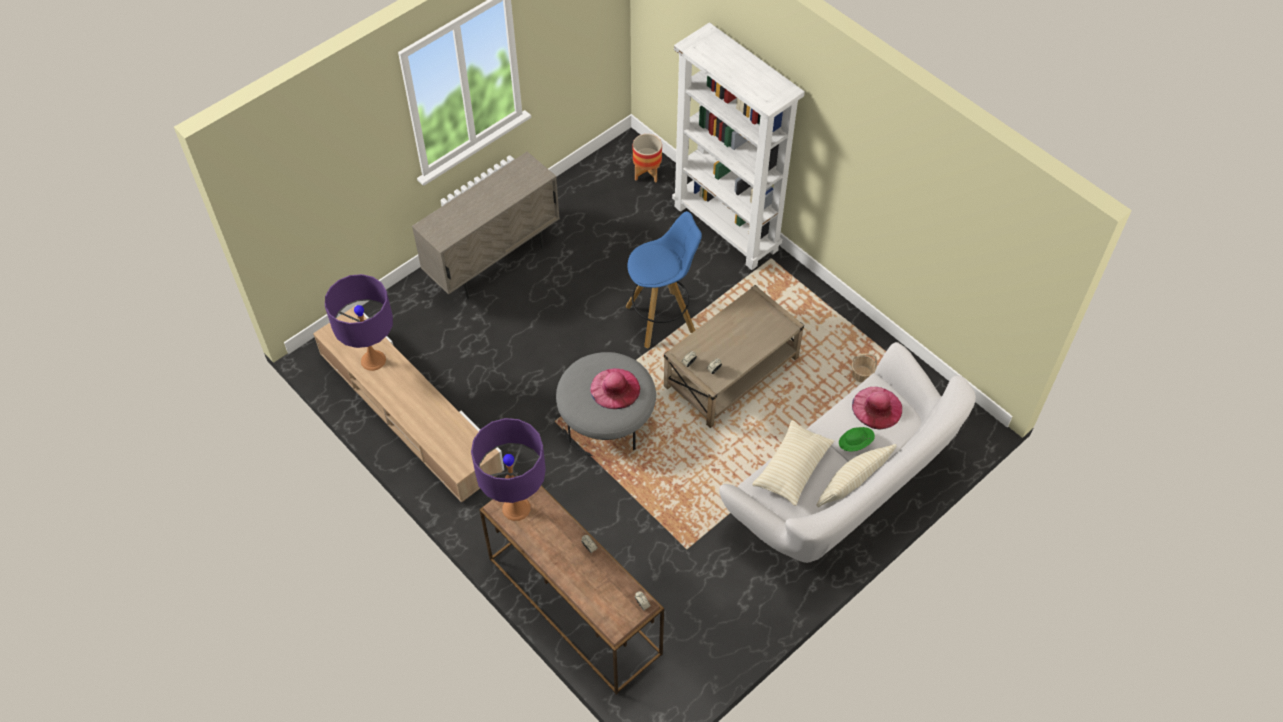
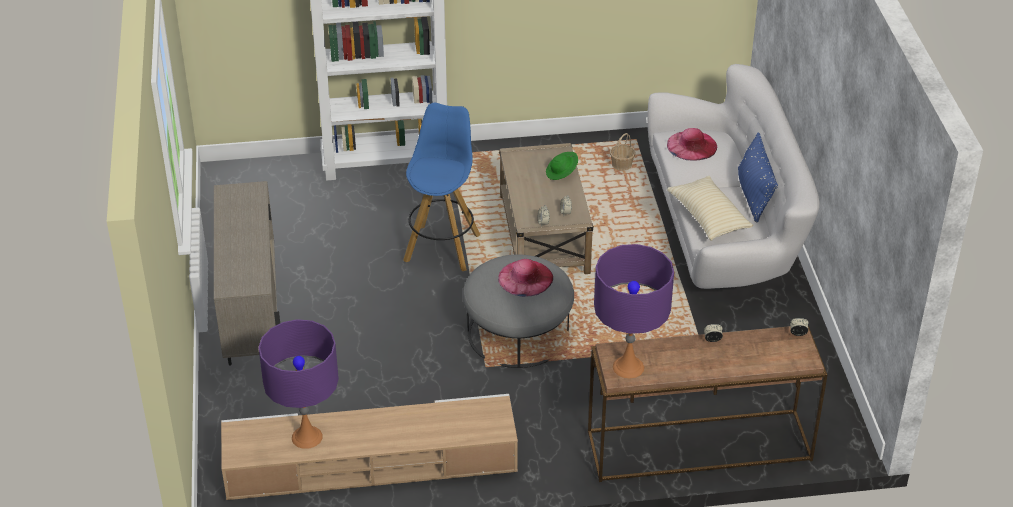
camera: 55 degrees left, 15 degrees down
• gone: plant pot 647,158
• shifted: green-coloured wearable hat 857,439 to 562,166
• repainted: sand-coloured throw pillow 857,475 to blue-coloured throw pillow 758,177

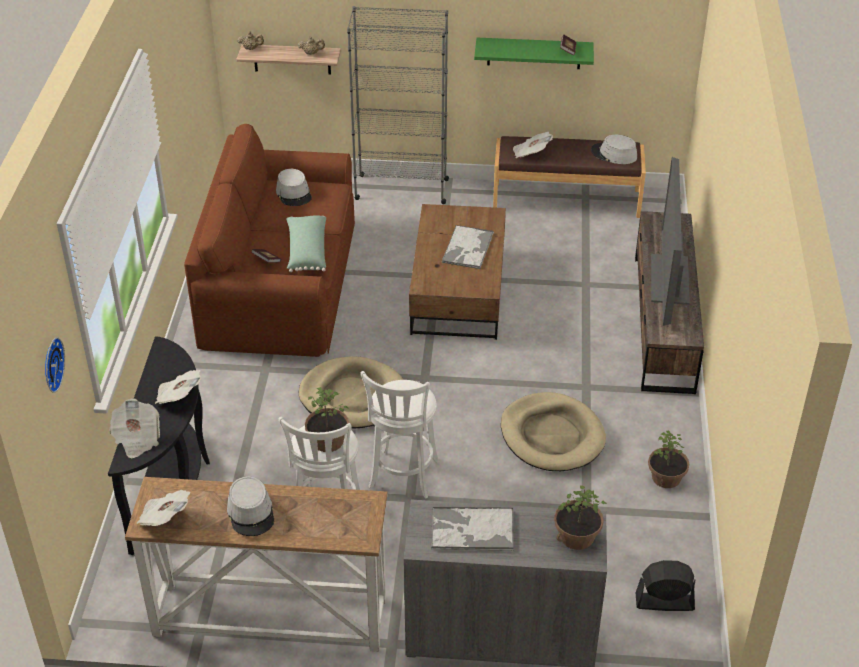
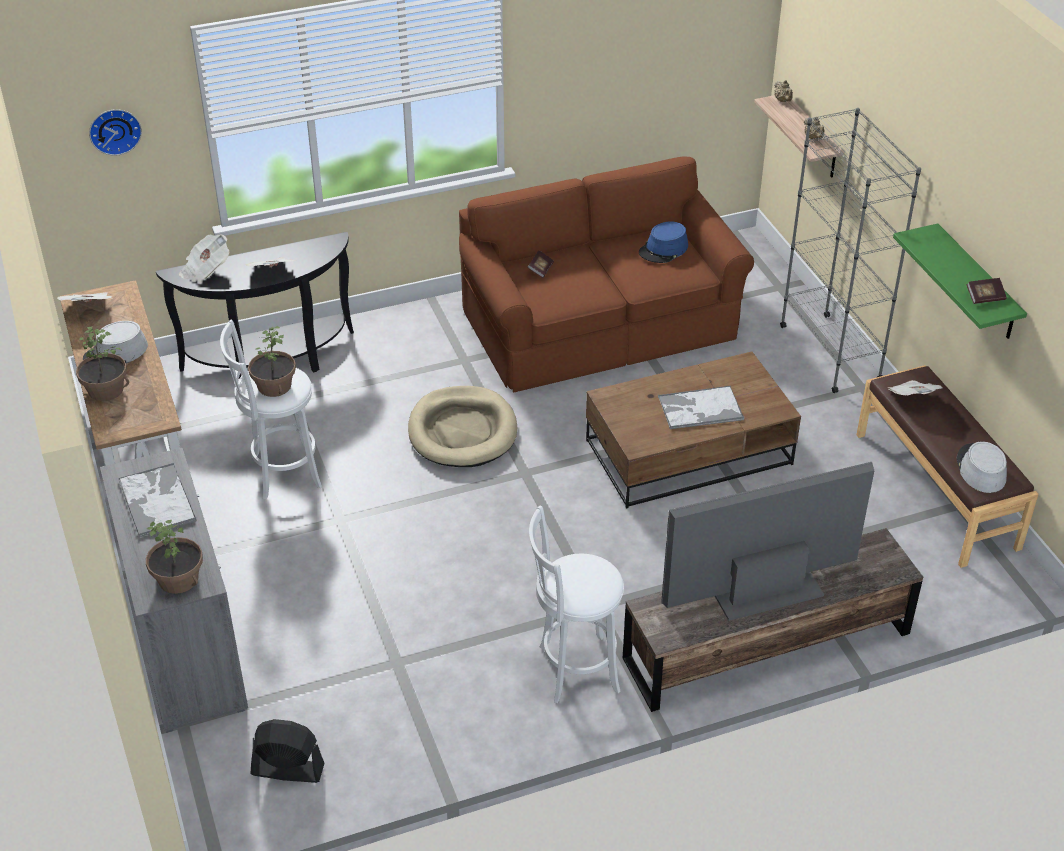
camera: 65 degrees right, 0 degrees up
• repainted: greyish wearable hat 294,187 to blue-coloured wearable hat 663,242
• gone: green-coloured throw pillow 306,243
• shifted: white sitting stool 400,435 to 576,604
• gone: sand-coloured pet bed 553,431
• shifted: houseplant 668,459 to 102,364
• rotated: black electric fan 666,585 = 287,751 60 degrees counterclockwise

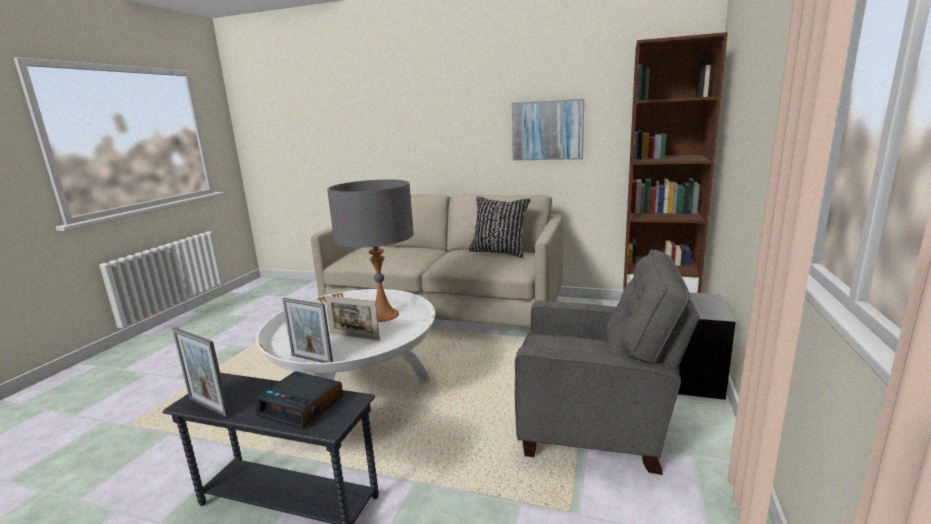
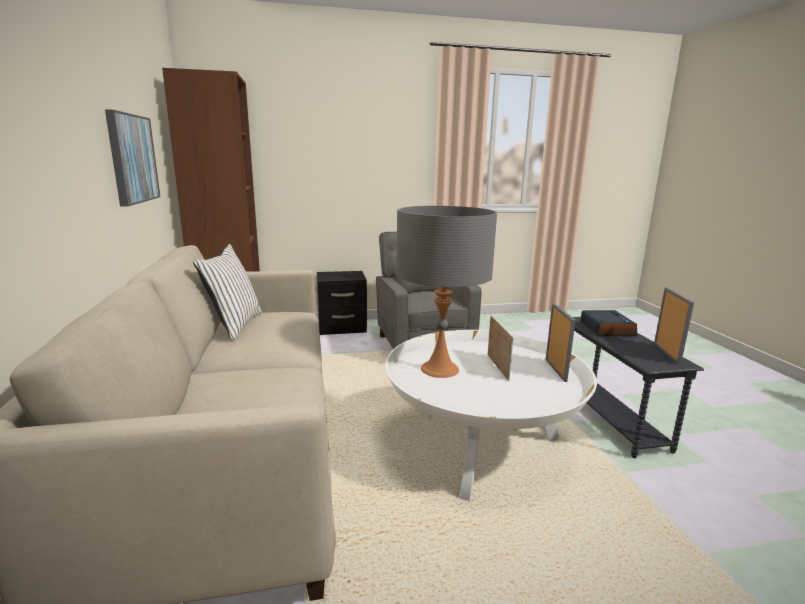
camera: 120 degrees left, 0 degrees up
• repainted: black throw pillow 500,227 to white throw pillow 227,292

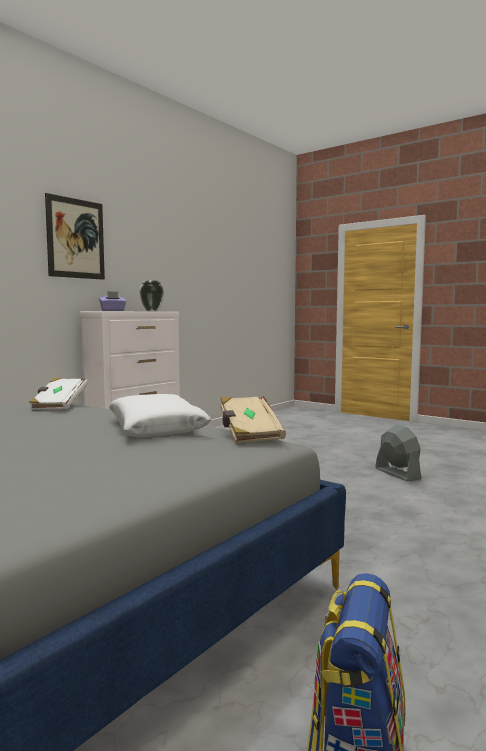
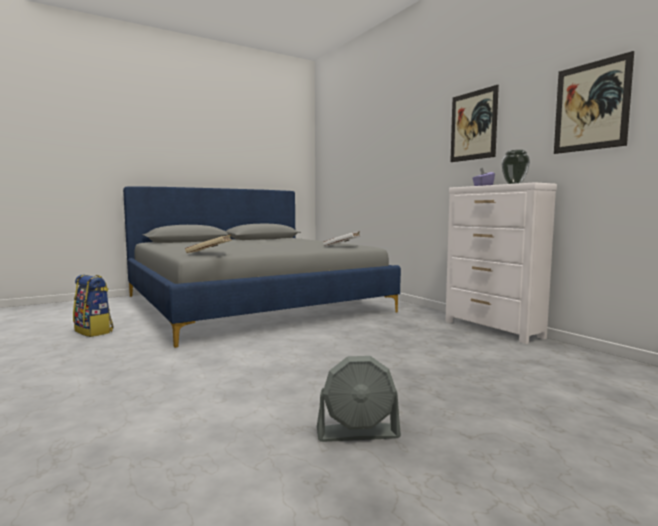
camera: 110 degrees right, 0 degrees up
• gone: white throw pillow 160,415
• new: wall art 594,102

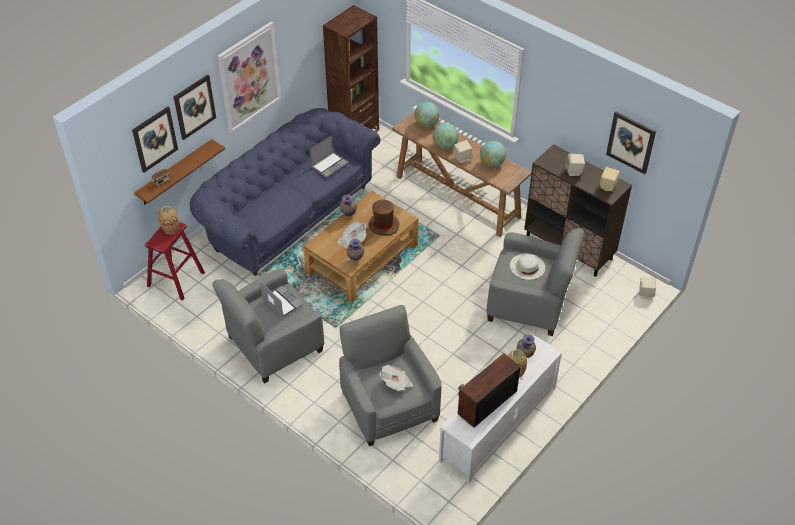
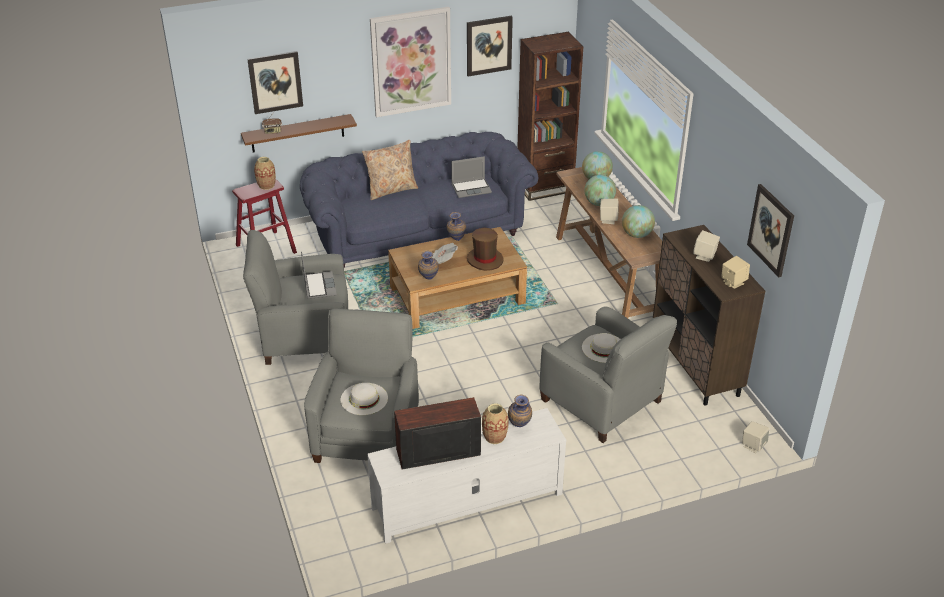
camera: 30 degrees right, 10 degrees down
• shifted: wall art 195,107 to 490,46
• swapped: newspaper 396,378 to white wearable hat 364,399
• new: sand-coloured throw pillow 390,170

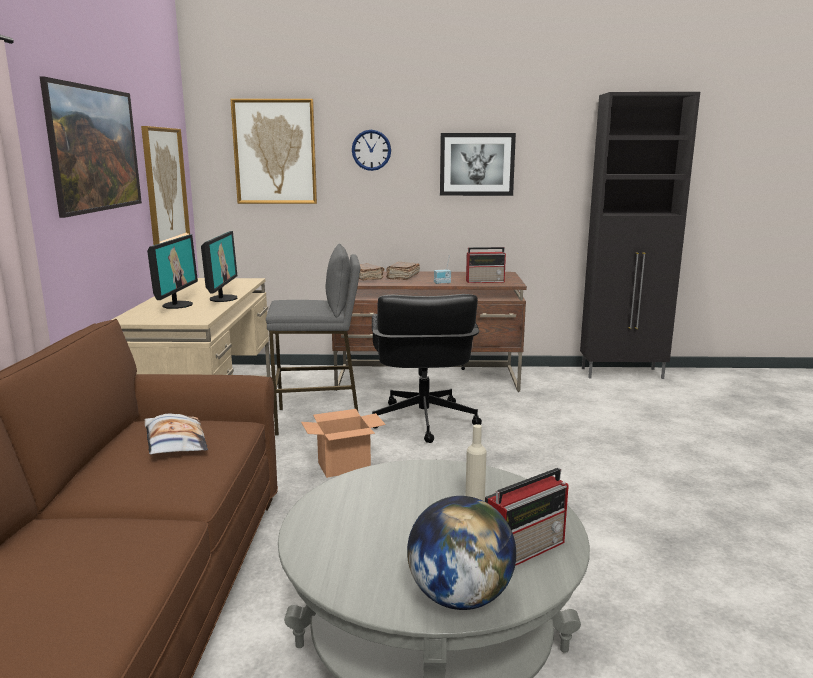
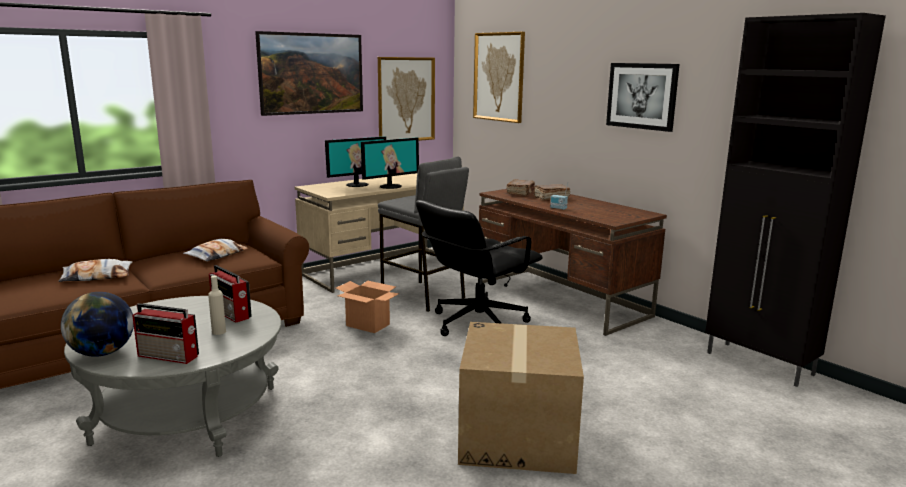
camera: 50 degrees right, 0 degrees up
• gone: hanging clock 371,150
• shifted: radio set 486,265 to 230,294
• new: throw pillow 95,270
• new: cardboard box 521,398

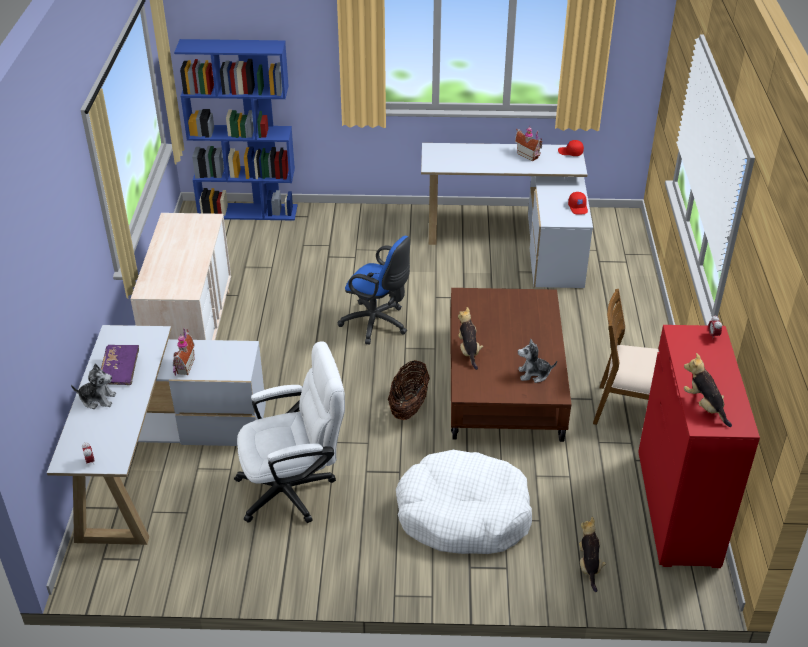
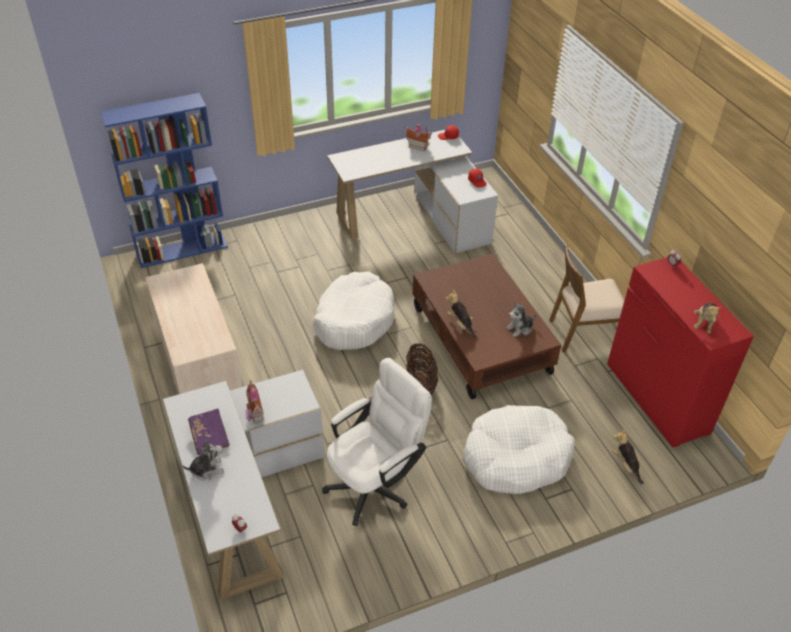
camera: 25 degrees left, 5 degrees up
• swapped: blue-coloured computer chair 374,290 to white pet bed 354,310
• rotated: plush toy 708,390 = 707,317 105 degrees counterclockwise

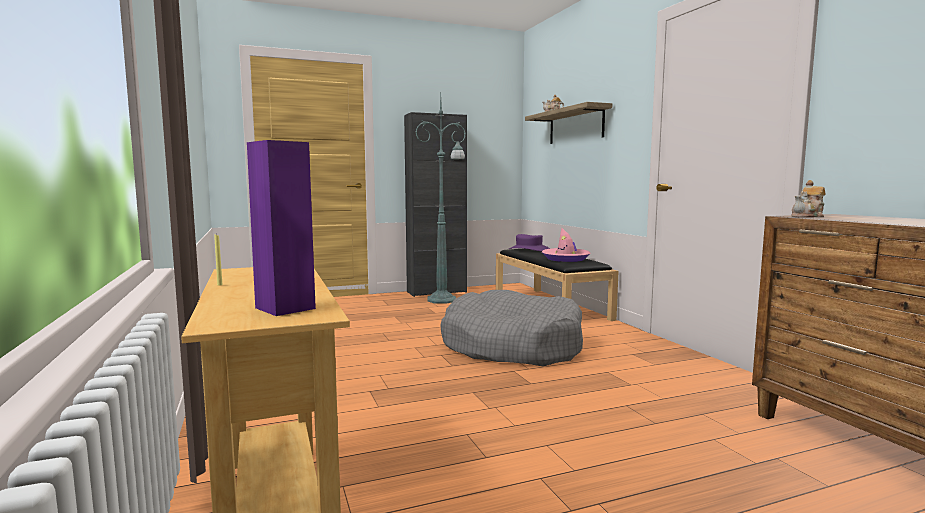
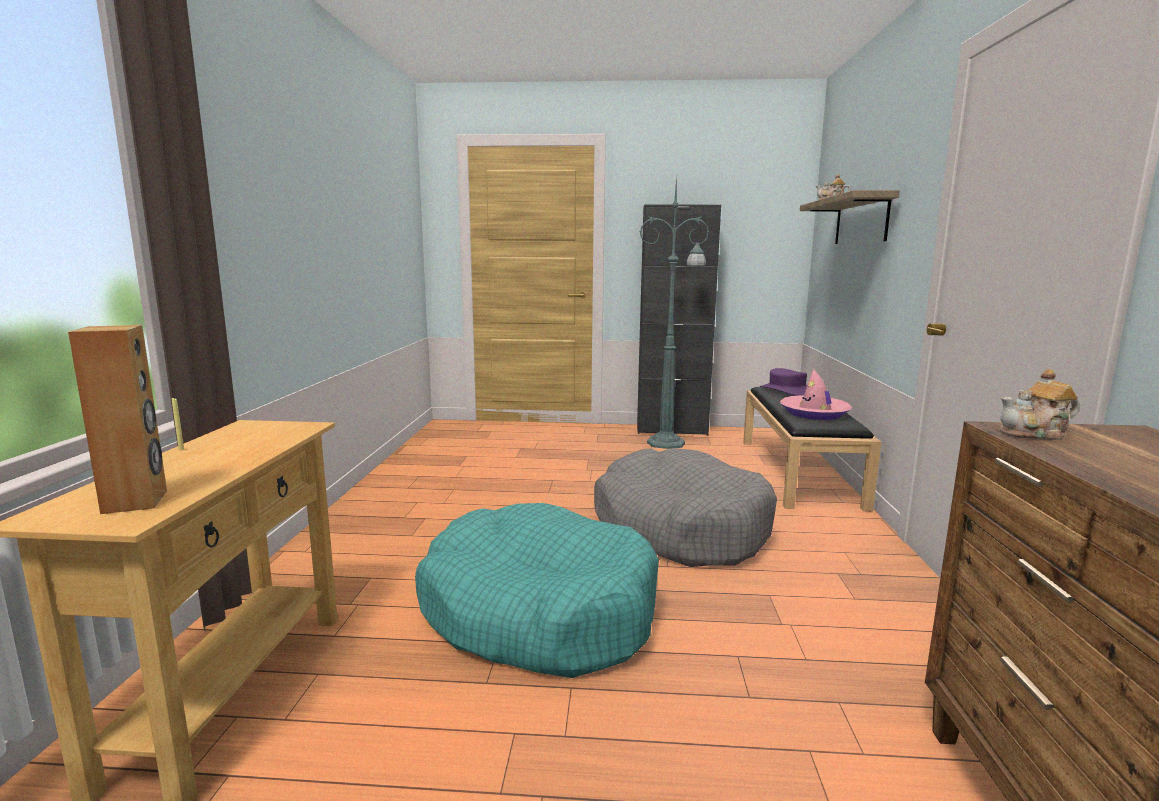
camera: 25 degrees right, 5 degrees up
• repainted: purplish speaker 281,228 to brownish speaker 117,419
• new: turquoise-coloured pet bed 537,590

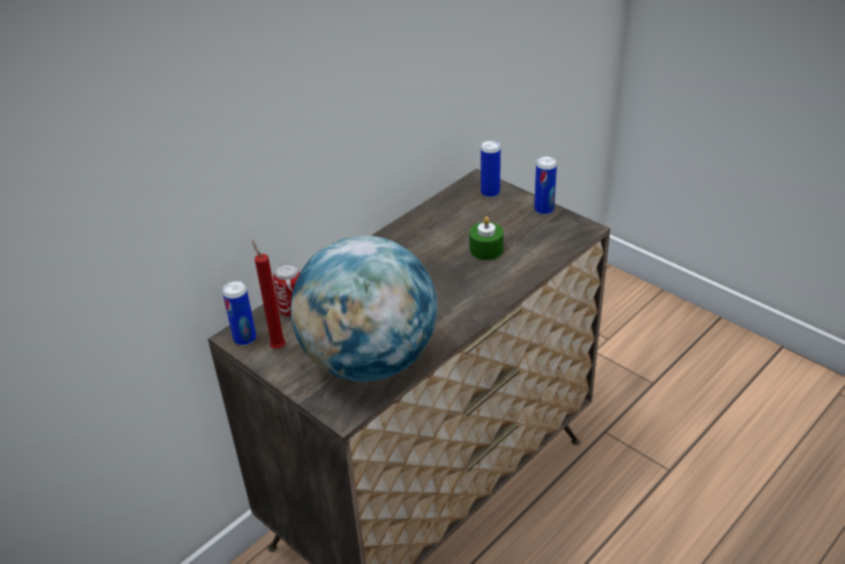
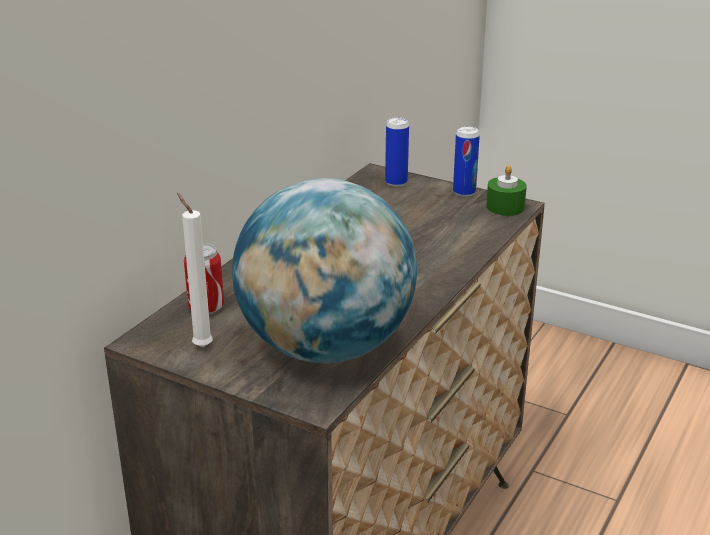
camera: 15 degrees left, 10 degrees down
• shifted: green-coloured wax candle 486,238 to 506,190
• repainted: reddish wax candle 269,294 to white wax candle 195,270
• gone: sealed can 239,313

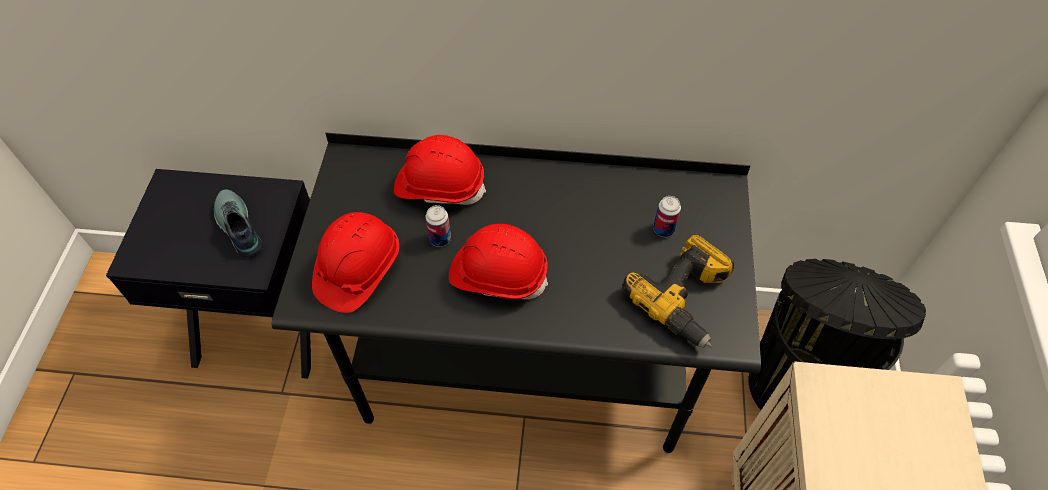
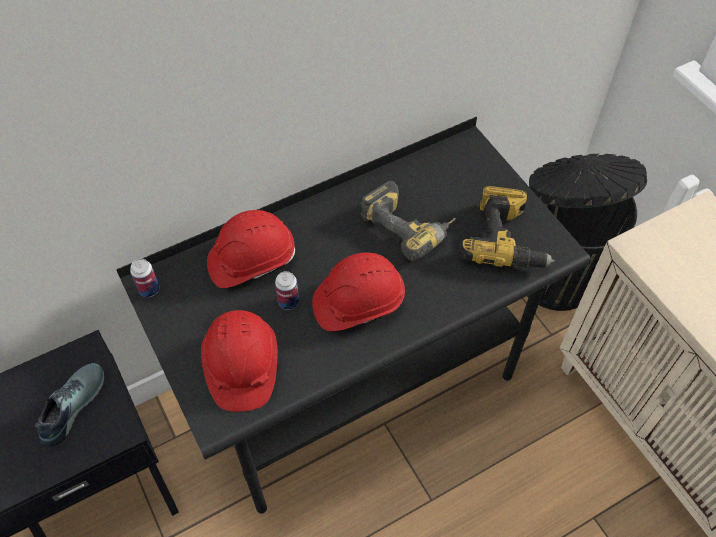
camera: 35 degrees left, 0 degrees up
• rotated: low shoe 238,223 = 69,404 90 degrees clockwise
• shifted: sealed can 667,216 to 144,278
• new: electric drill 408,221

